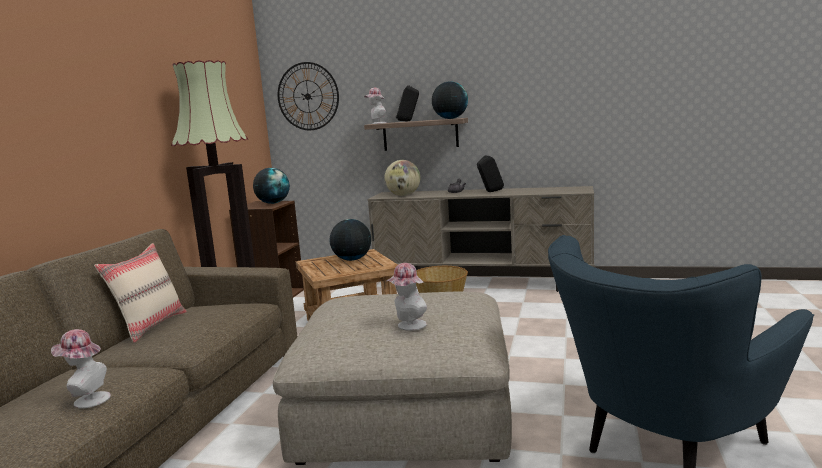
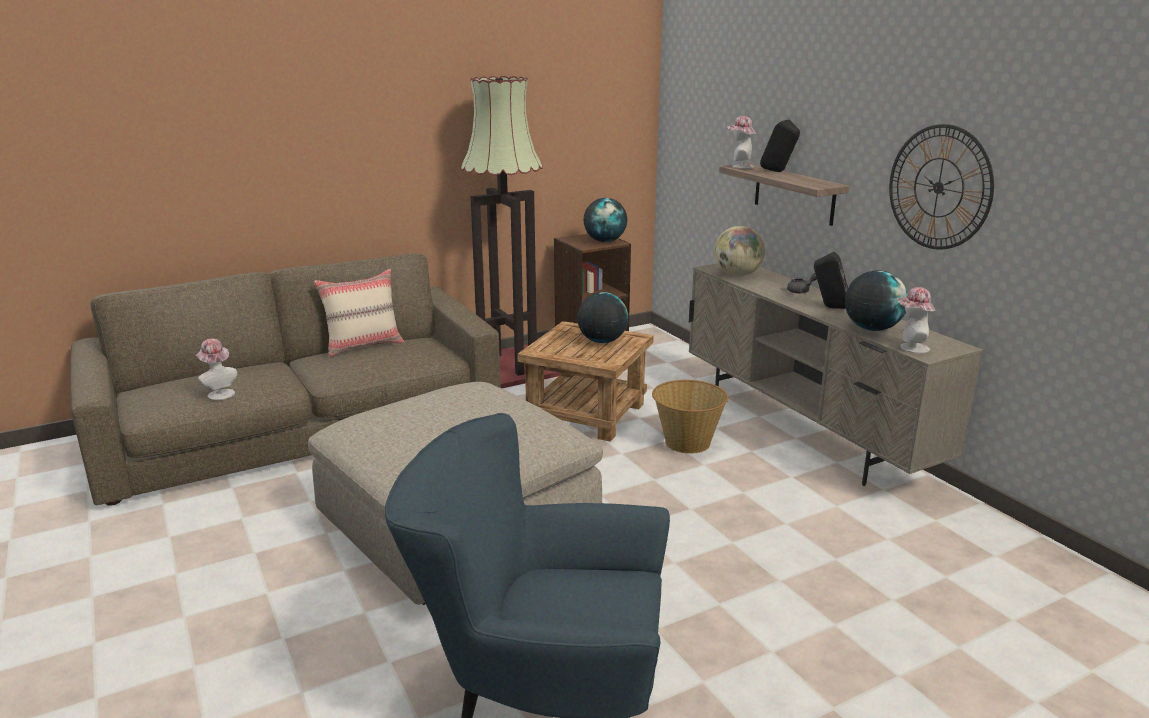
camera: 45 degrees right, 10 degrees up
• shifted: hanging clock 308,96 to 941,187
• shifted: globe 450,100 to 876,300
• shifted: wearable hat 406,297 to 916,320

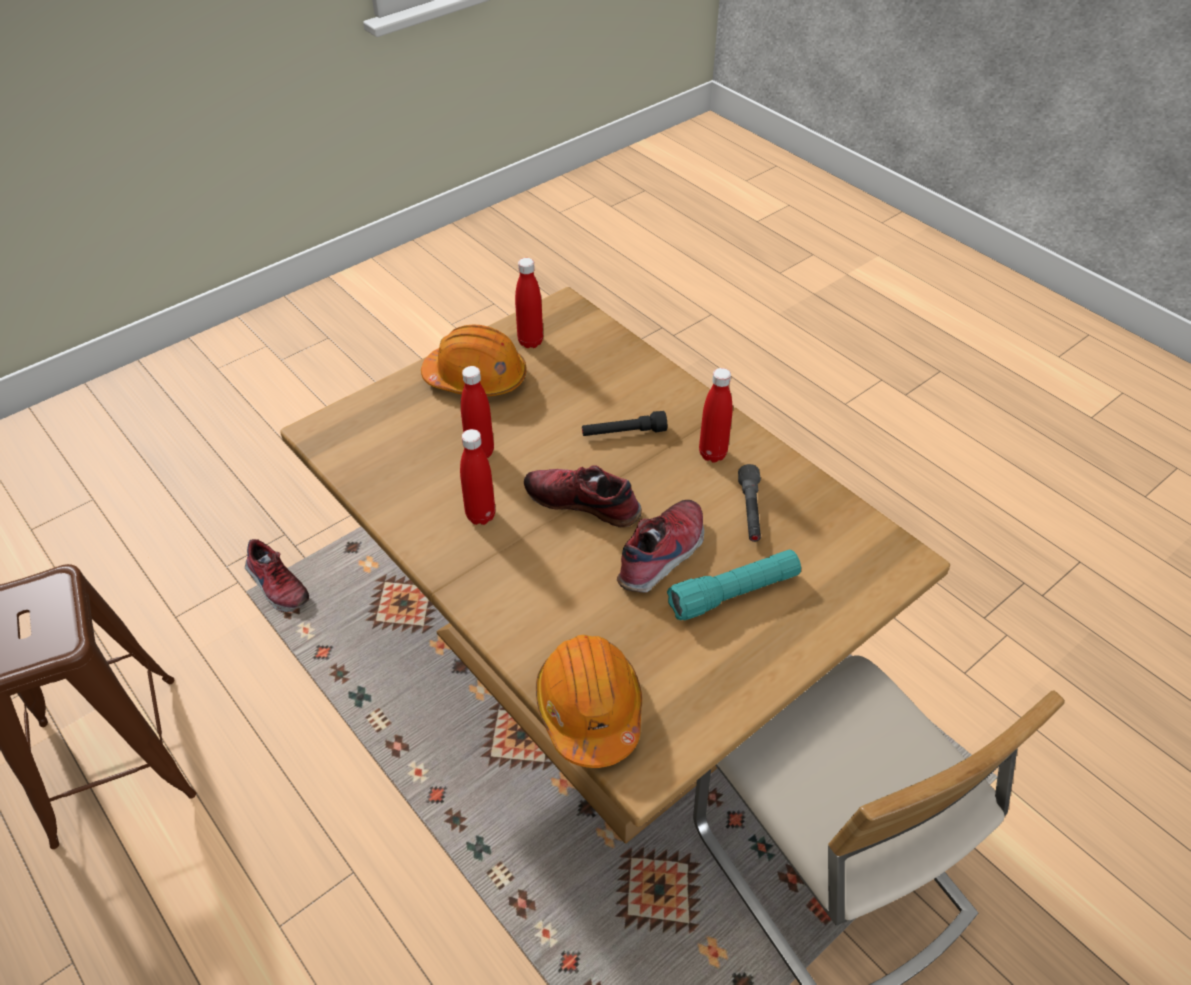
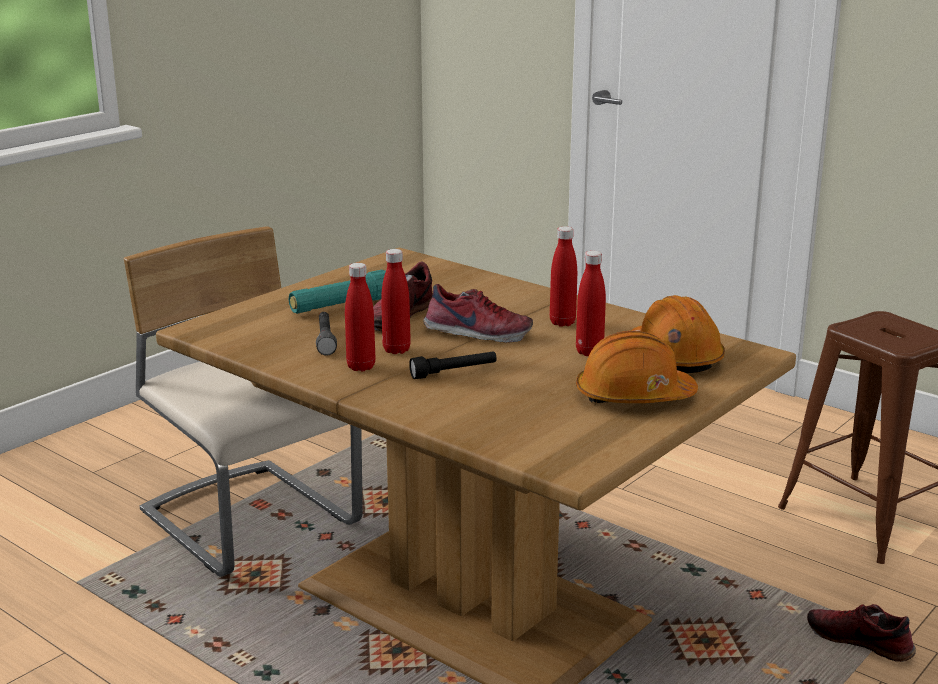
camera: 170 degrees right, 25 degrees down
• shifted: reddish drink bottle 529,303 to 396,301
• shifted: orangey safety helmet 589,701 to 678,334

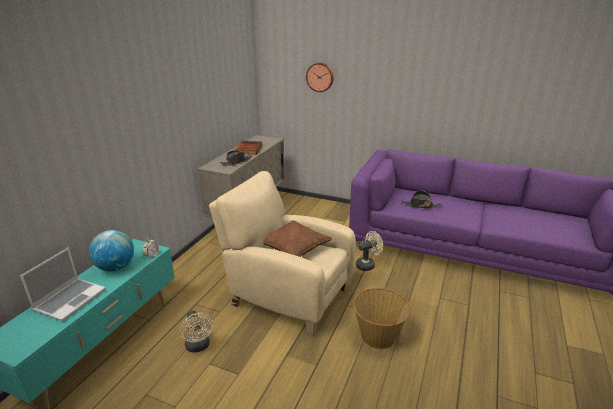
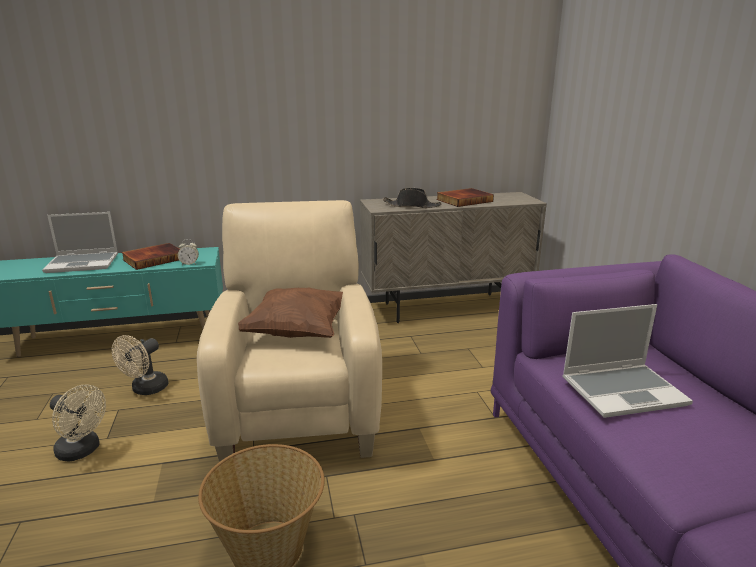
camera: 55 degrees right, 5 degrees down
• gone: hanging clock 320,77
• swapped: black wearable hat 421,200 to portable computer 627,361
• swapped: globe 111,251 to volume 150,256
• shifted: sand-coloured electric fan 369,251 to 78,423

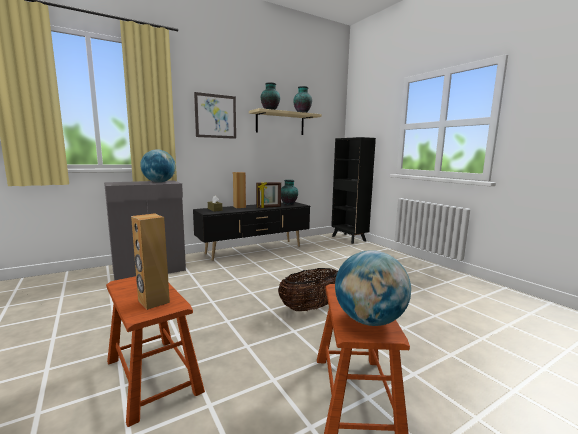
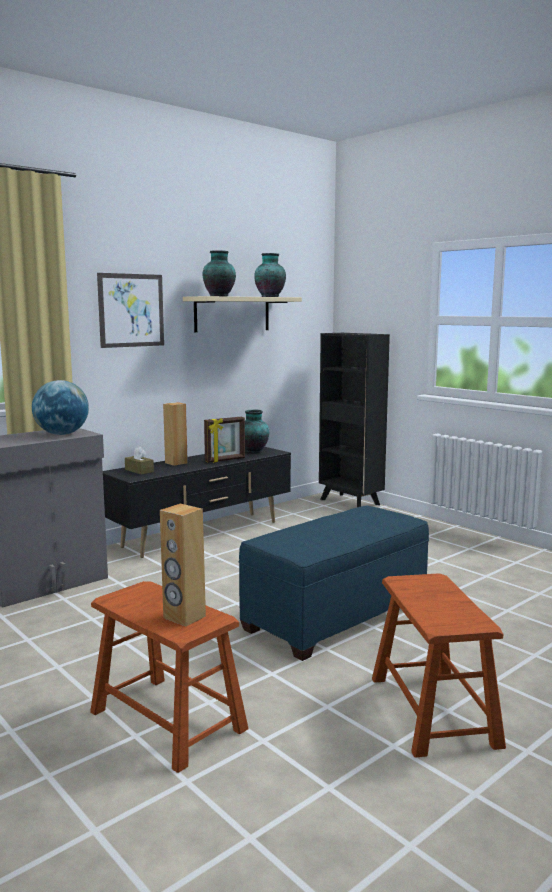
camera: 10 degrees left, 0 degrees up
• gone: globe 373,288
• swapped: household basket 308,289 to blue-coloured pouffe 334,583

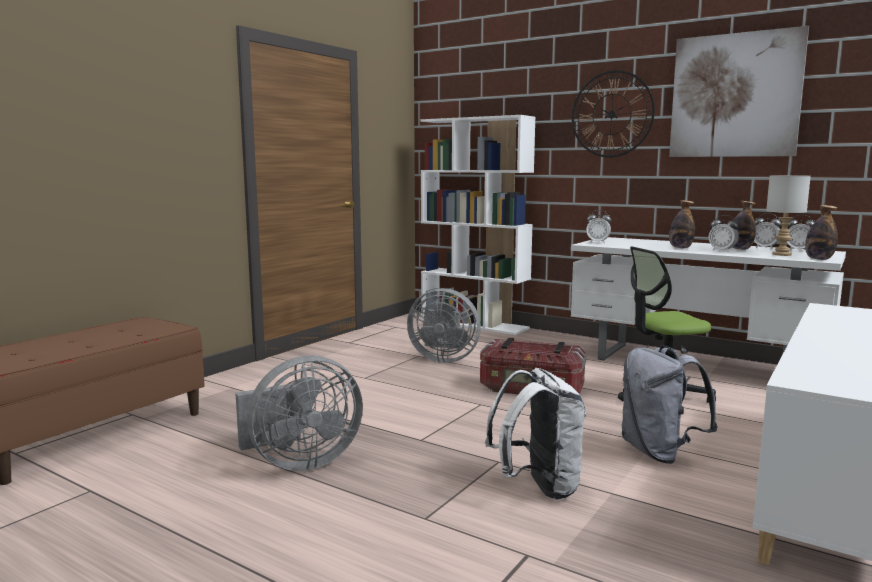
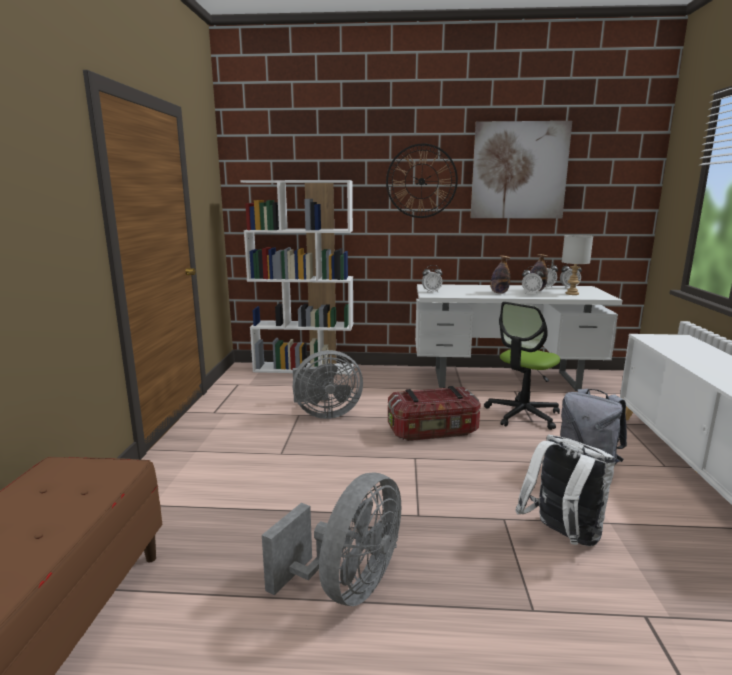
camera: 30 degrees left, 5 degrees up
• gone: drink bottle 821,232

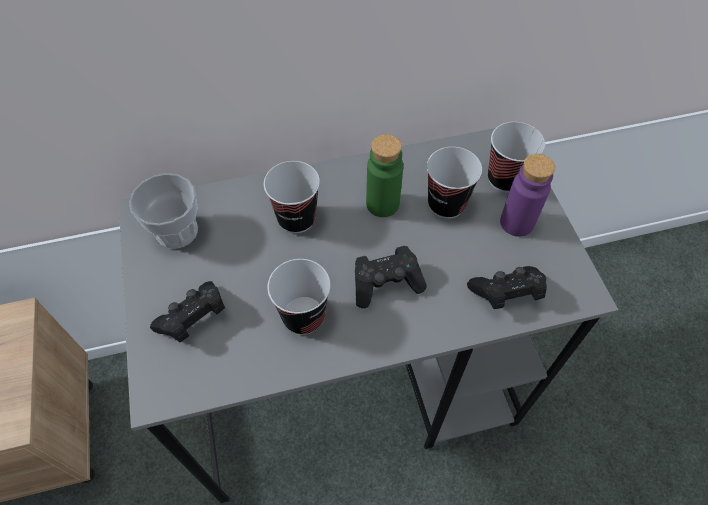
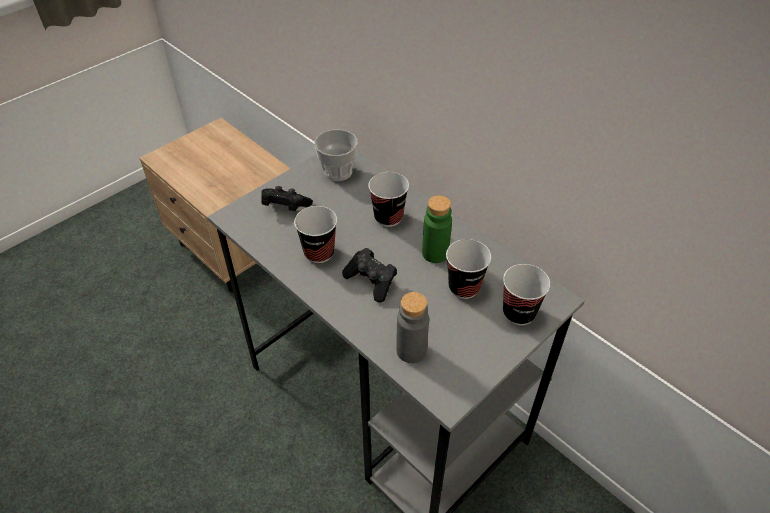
camera: 60 degrees right, 10 degrees down
• gone: purplish drink bottle 527,195
• swapped: black gamepad 507,287 to greyish drink bottle 412,327

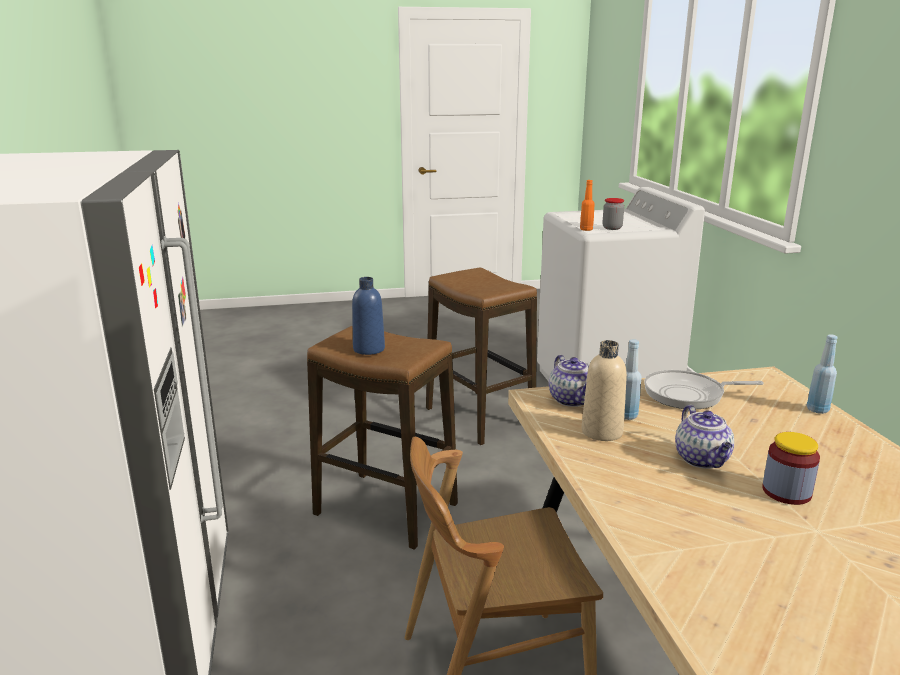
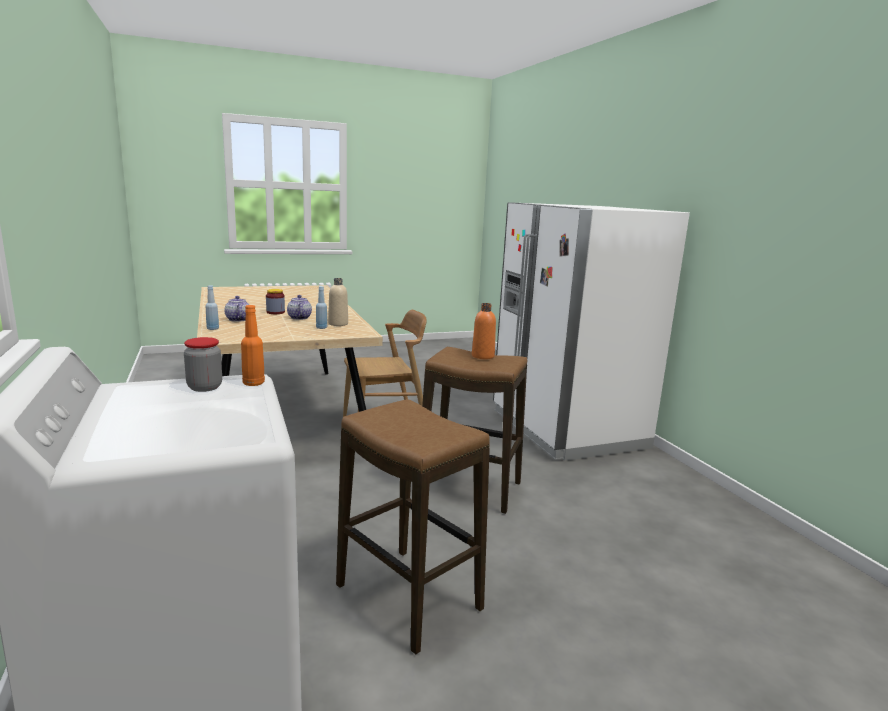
camera: 170 degrees right, 5 degrees down
• repainted: blue-coloured drink bottle 368,316 to orangey drink bottle 484,331
• shifted: tea pot 569,381 to 236,309
• gone: pan 704,389

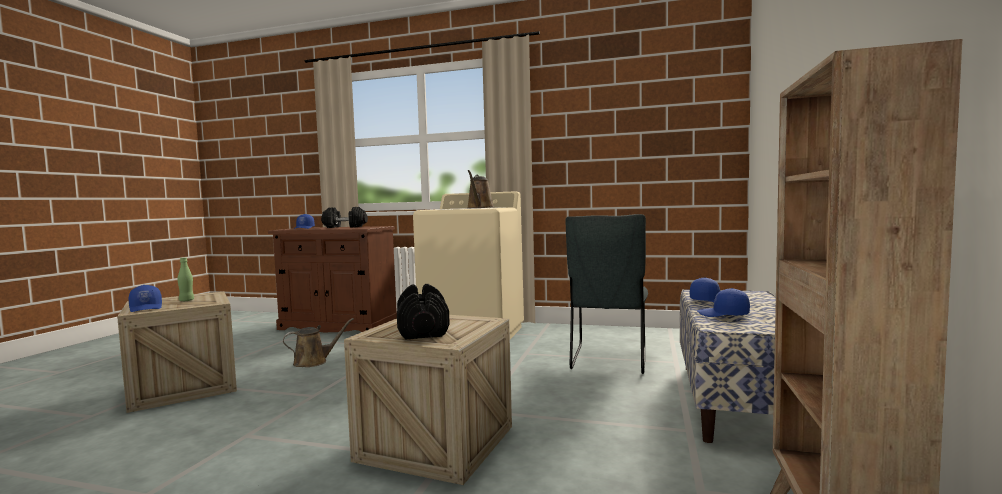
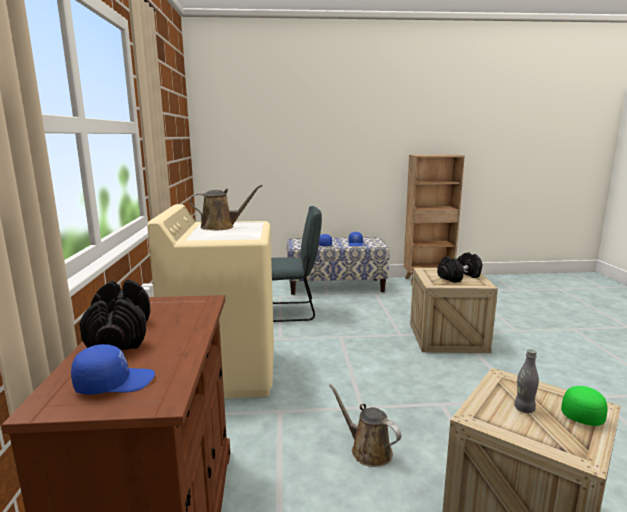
camera: 110 degrees left, 10 degrees up
• repainted: green-coloured drink bottle 186,279 to greyish drink bottle 526,381
• repainted: blue-coloured baseball cap 145,298 to green-coloured baseball cap 584,406

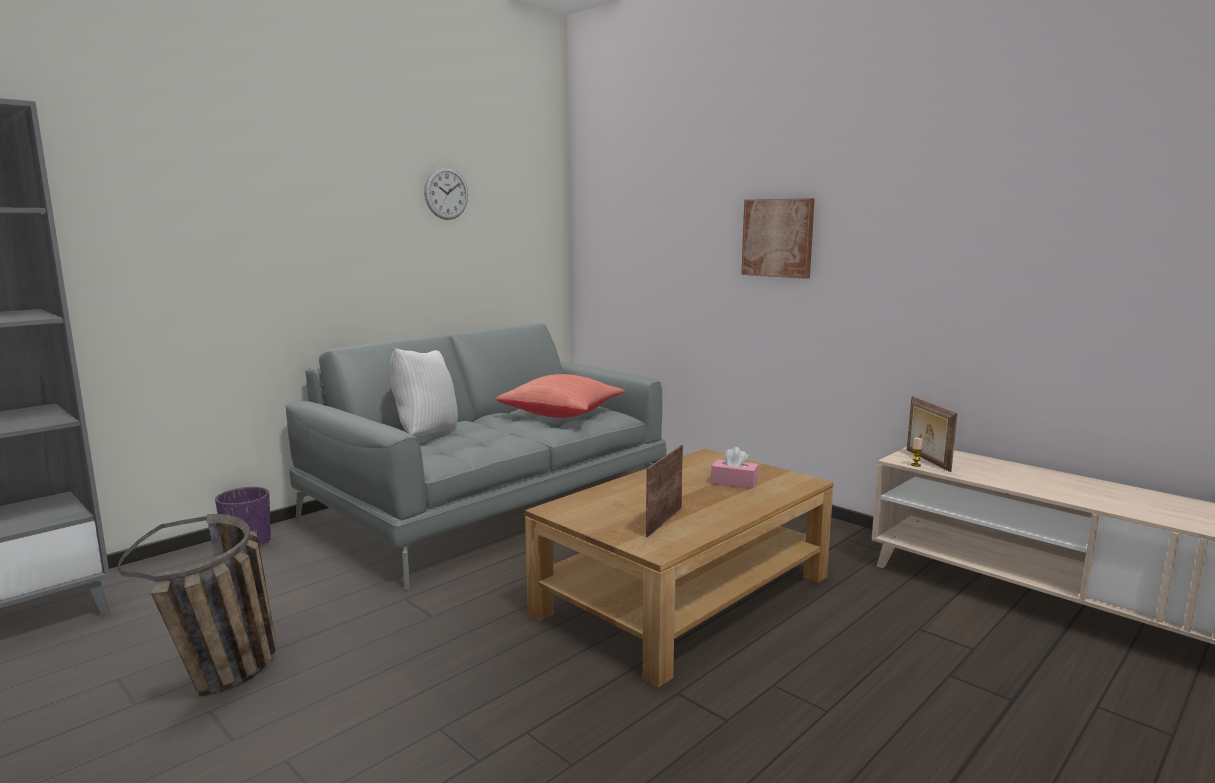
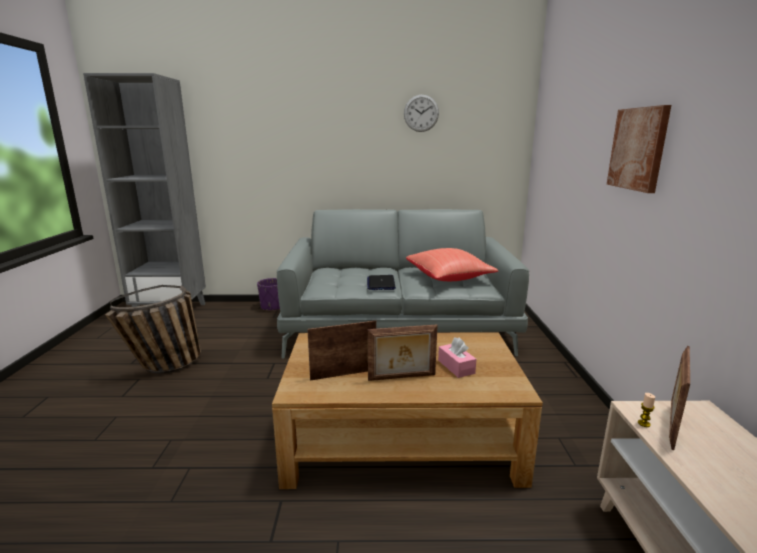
camera: 45 degrees right, 5 degrees up
• gone: white throw pillow 424,392
• new: portable computer 381,282
• new: picture frame 403,352

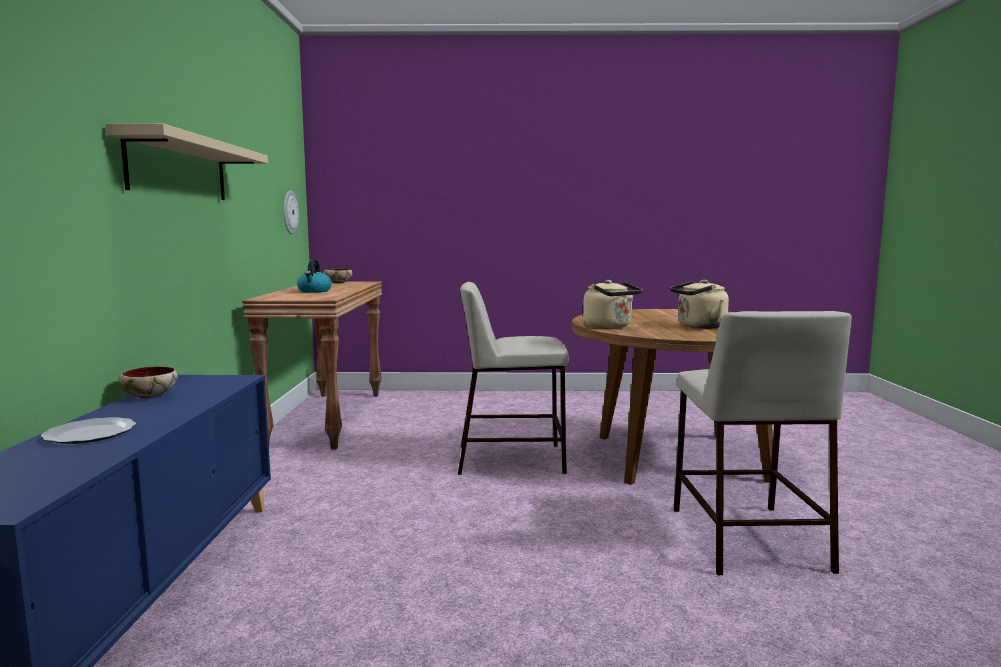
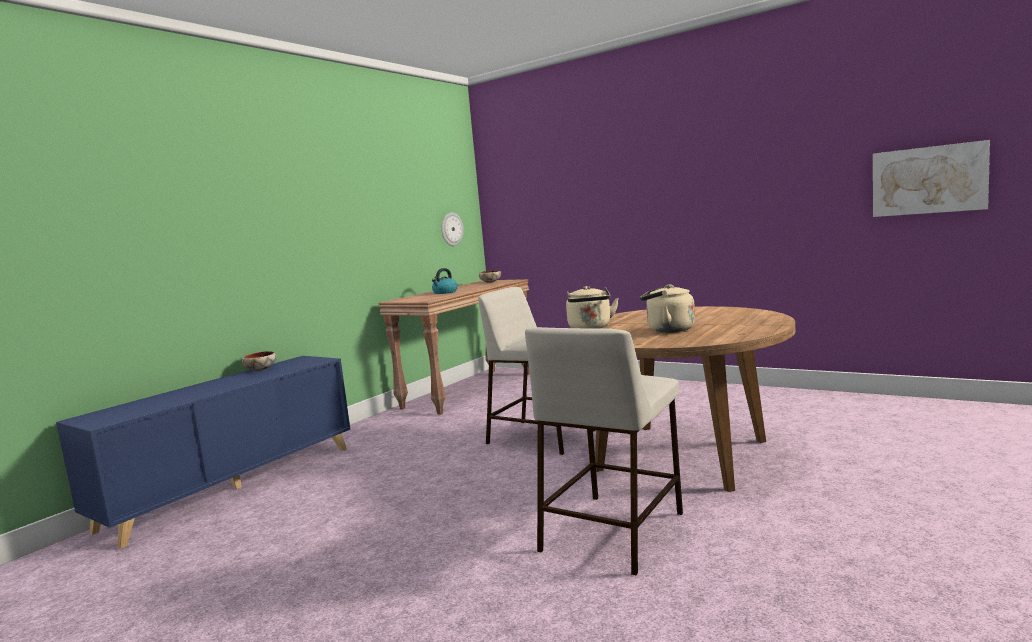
camera: 35 degrees right, 0 degrees up
• gone: sand-coloured bracket shelf 187,161
• gone: plate 88,430
• new: wall art 931,178

